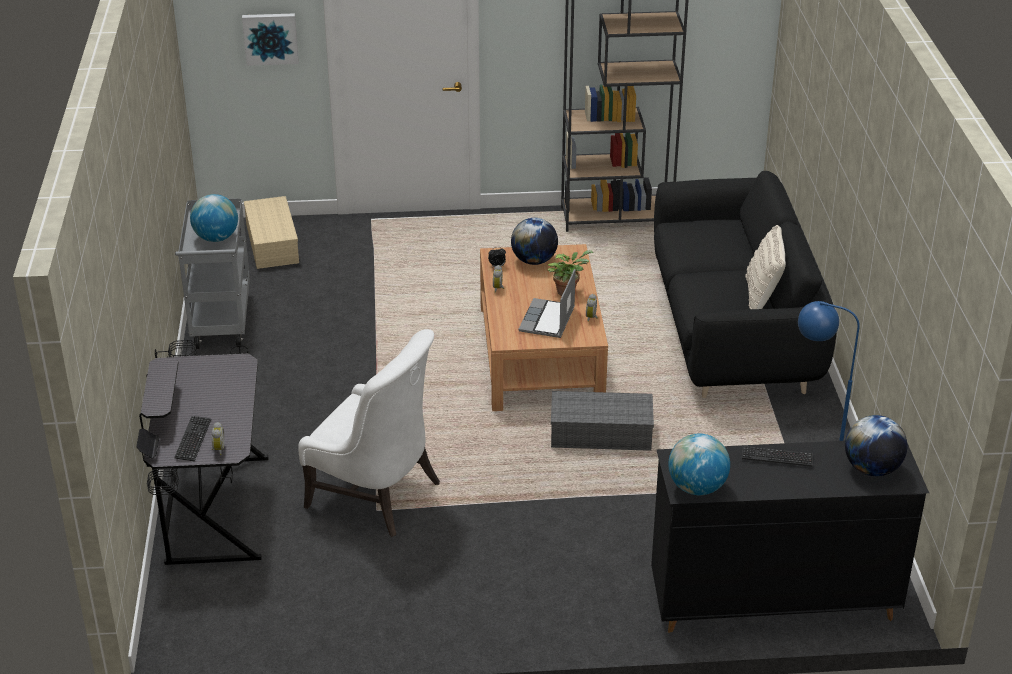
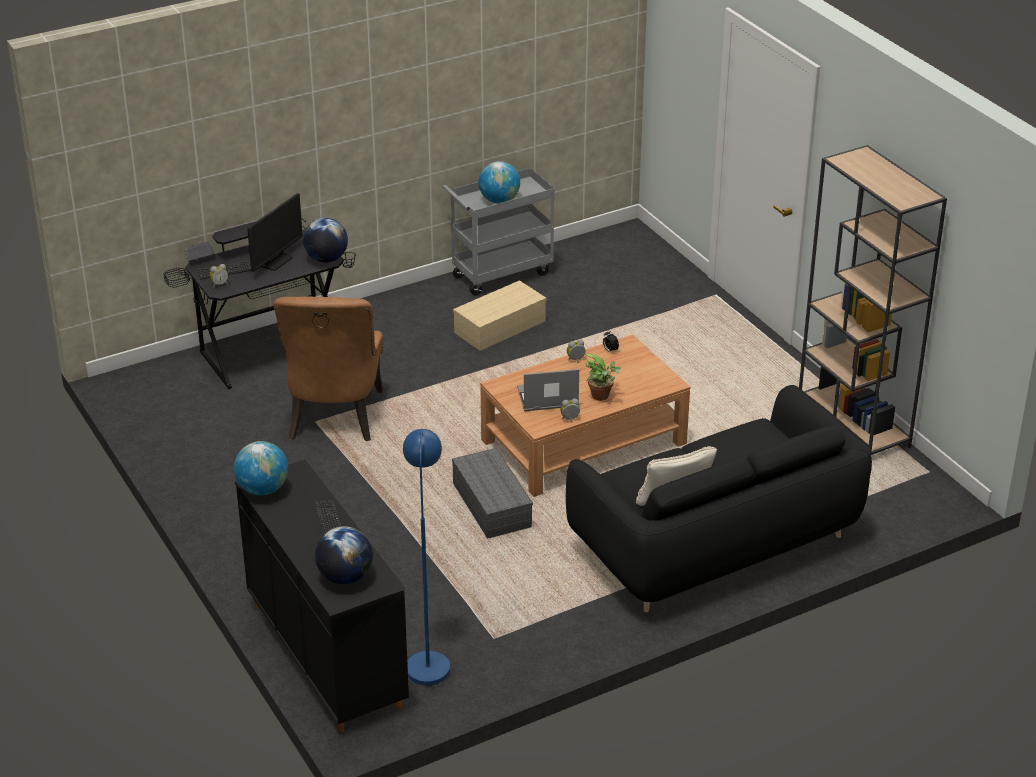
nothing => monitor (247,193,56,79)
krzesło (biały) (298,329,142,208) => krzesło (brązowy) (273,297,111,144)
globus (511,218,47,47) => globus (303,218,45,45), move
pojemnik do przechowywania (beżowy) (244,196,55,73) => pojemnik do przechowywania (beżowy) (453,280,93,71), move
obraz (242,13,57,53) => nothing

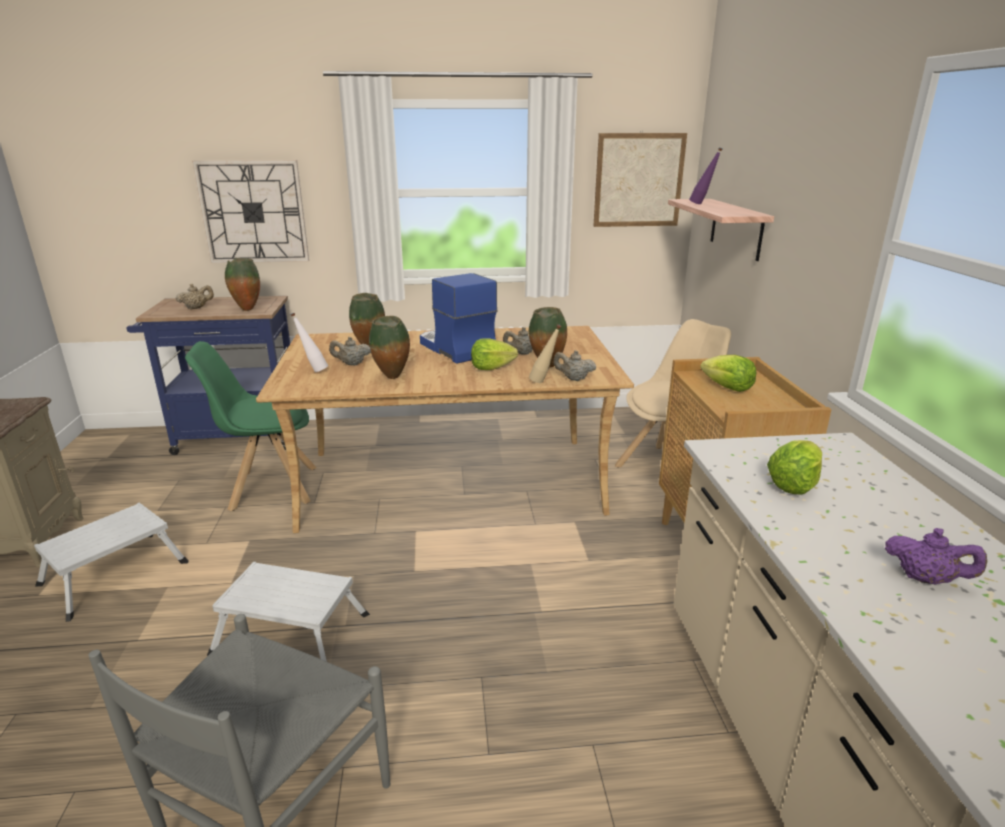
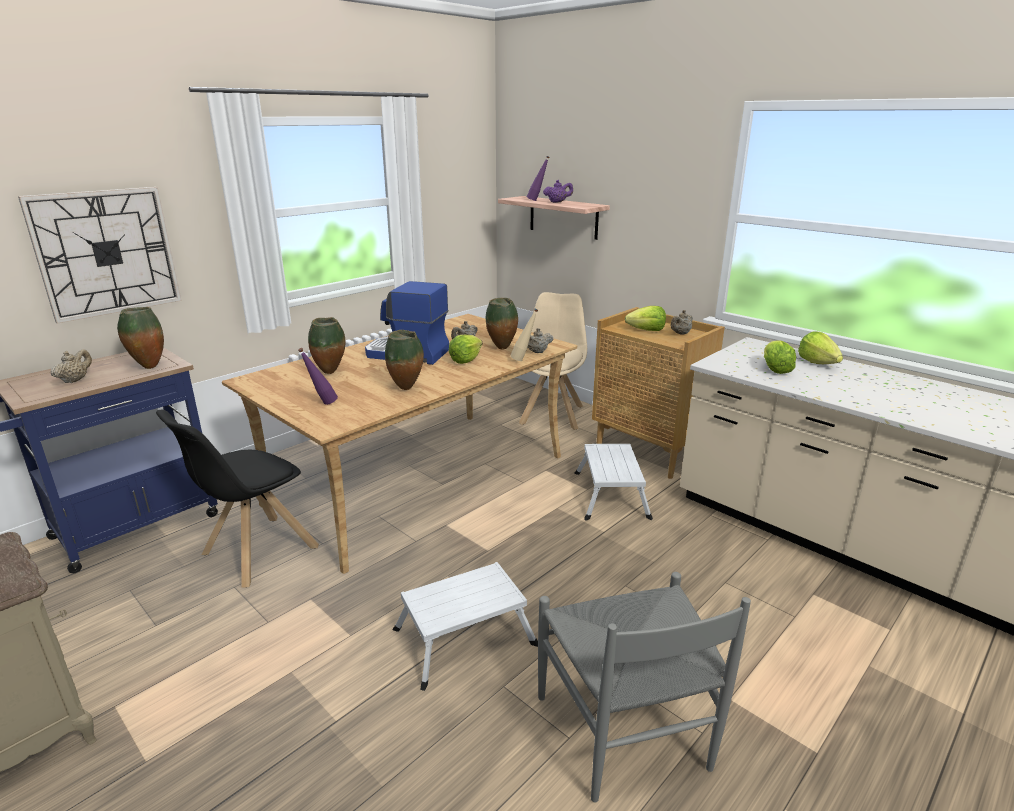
krzesło (zielony) (185,341,132,170) => krzesło (czarny) (156,410,163,178)
butelka (biały) (290,313,38,59) => butelka (fioletowy) (298,348,40,57)
imbryk (fioletowy) (885,528,102,56) => imbryk (fioletowy) (543,180,30,23), move
drabinka (biały) (34,503,155,119) => drabinka (biały) (574,444,79,77), move
imbryk (beżowy) (329,337,42,29) => imbryk (beżowy) (671,310,22,25), move
nothing => sałata (798,331,45,33)
obraz (594,132,93,95) => nothing

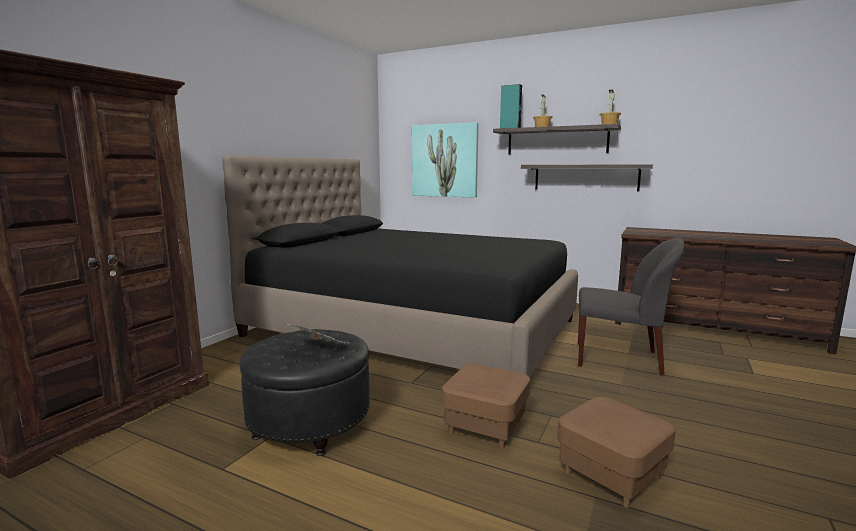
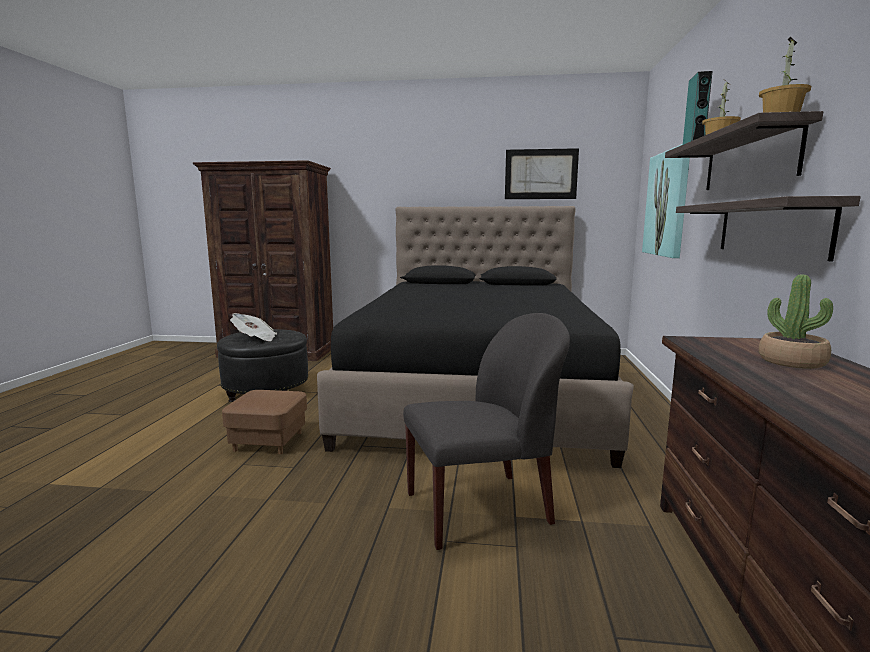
krzesło (szary) (578,238,106,138) => krzesło (szary) (403,313,167,237), 105 degrees counterclockwise
nothing => obraz (505,148,74,51)
nothing => roślina doniczkowa (759,275,74,94)
pufa (brązowy) (557,397,119,111) => nothing

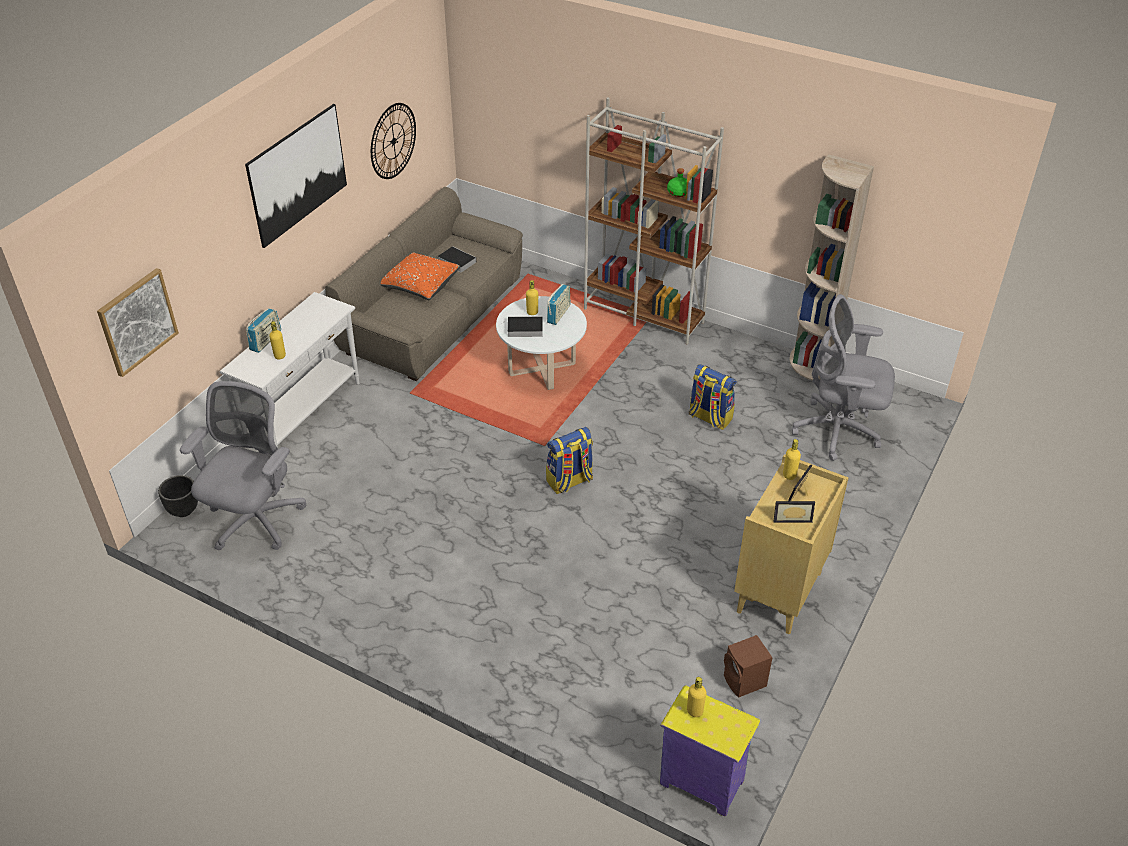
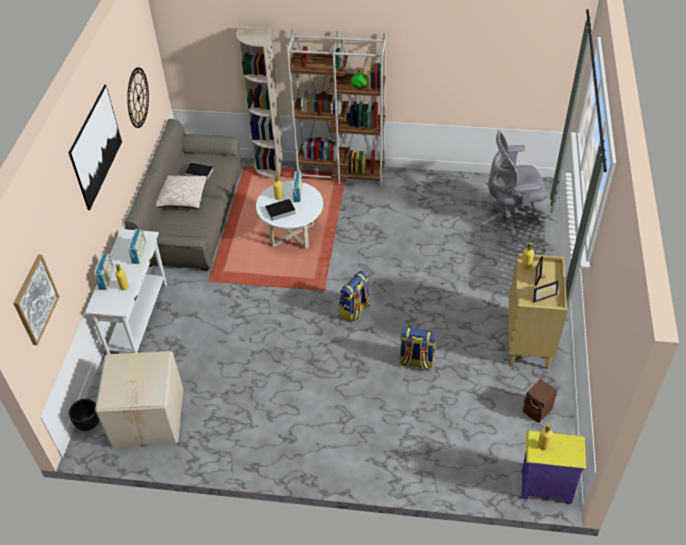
krzesło biurowe (szary) (180,381,126,169) => karton (95,351,88,96)
nothing => radio (128,229,18,35)
poduszka (pomarańczowy) (381,252,79,48) => poduszka (beżowy) (156,175,51,34)
regał (beżowy) (790,154,84,227) => regał (beżowy) (236,26,48,152), move
plecak (689,364,47,66) => plecak (399,327,38,44), move

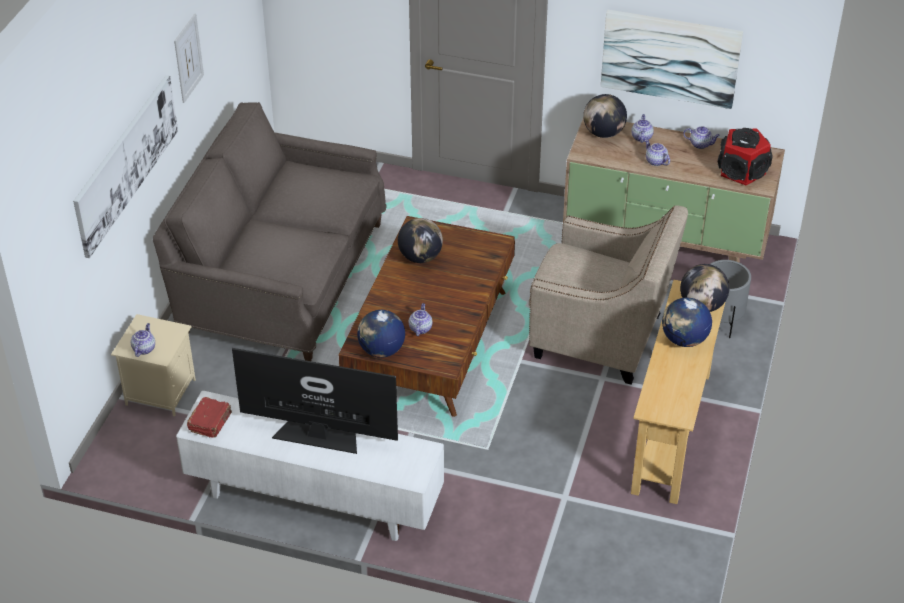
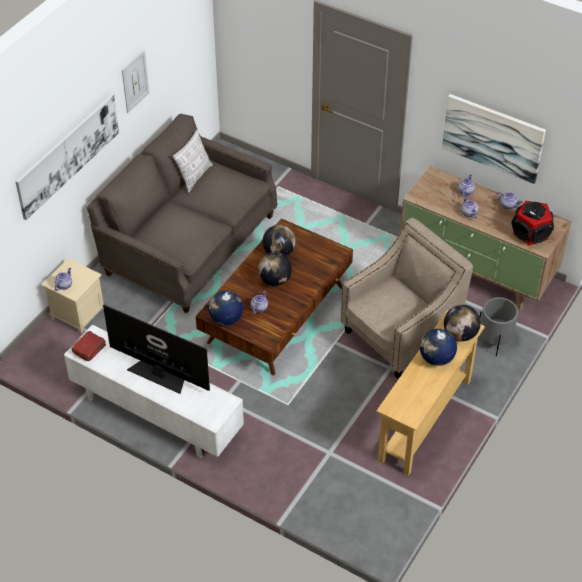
nothing => poduszka (173,130,40,63)
globus (583,94,44,44) => globus (258,252,34,34), move
fotel (beżowy) (528,205,160,180) => fotel (beżowy) (341,218,132,160), 75 degrees counterclockwise

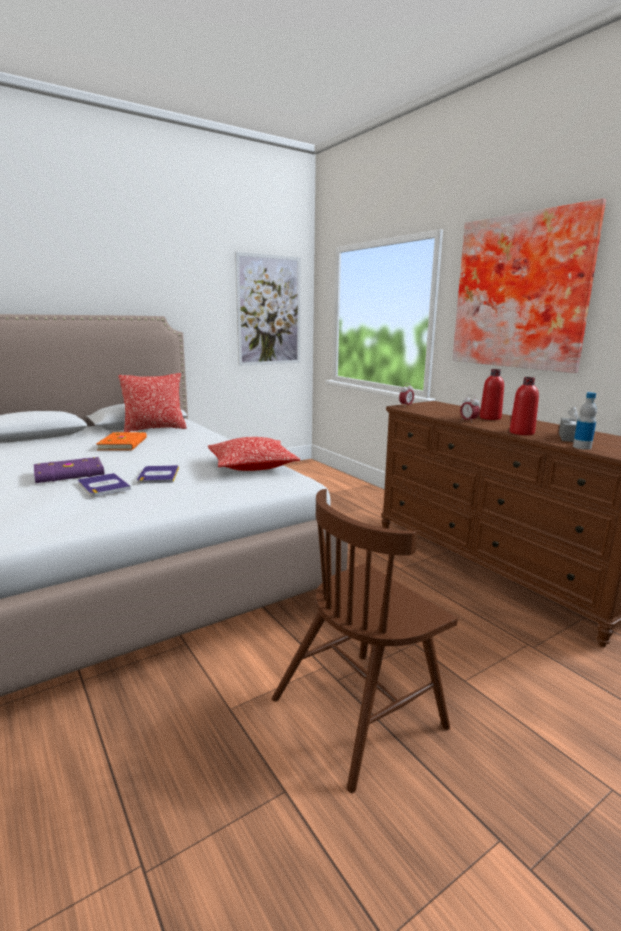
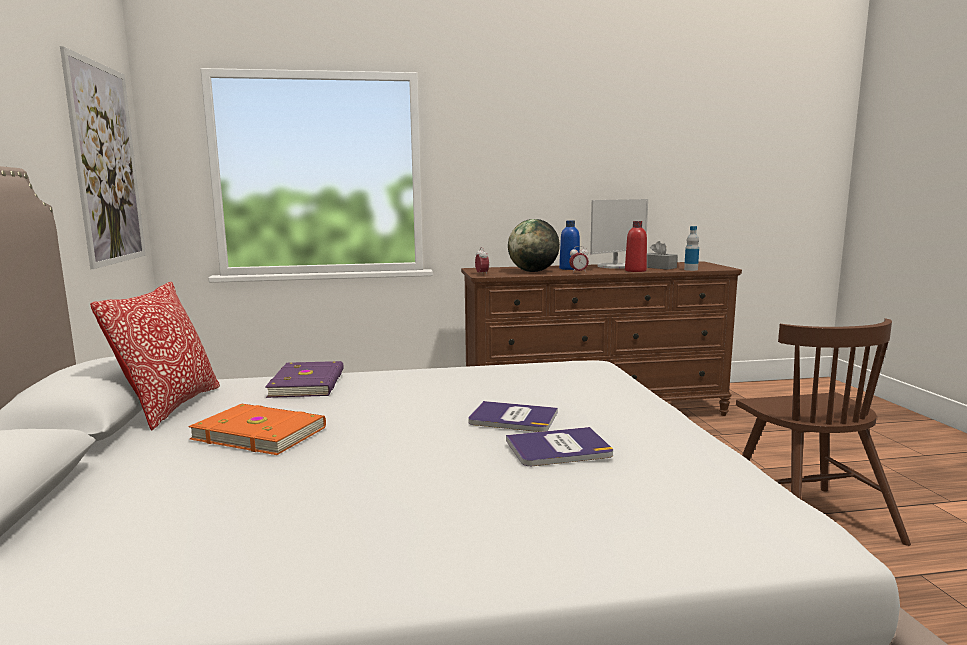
książka (fioletowy) (34,457,70,26) => książka (fioletowy) (265,361,79,37), move
nothing => globus (508,219,52,53)
butelka (czerwony) (480,369,24,51) => butelka (niebieski) (559,220,21,50)
nothing => monitor (590,199,58,70)
poduszka (208,437,92,34) => nothing
obraz (452,198,154,175) => nothing

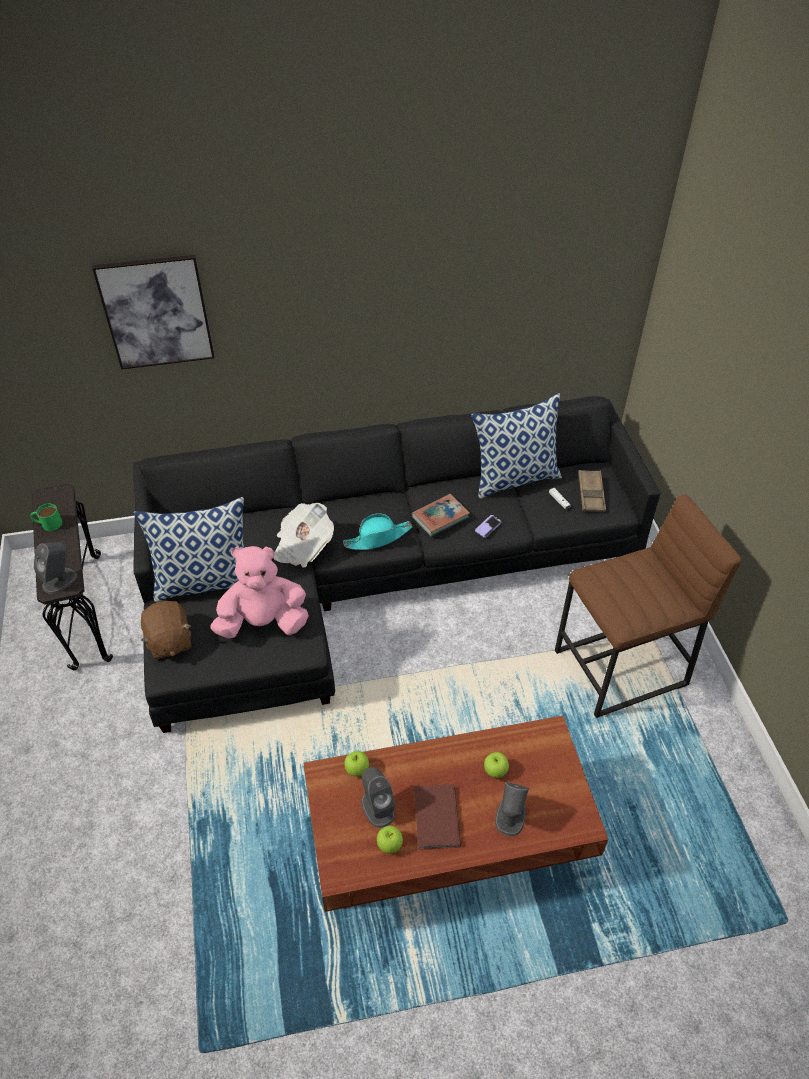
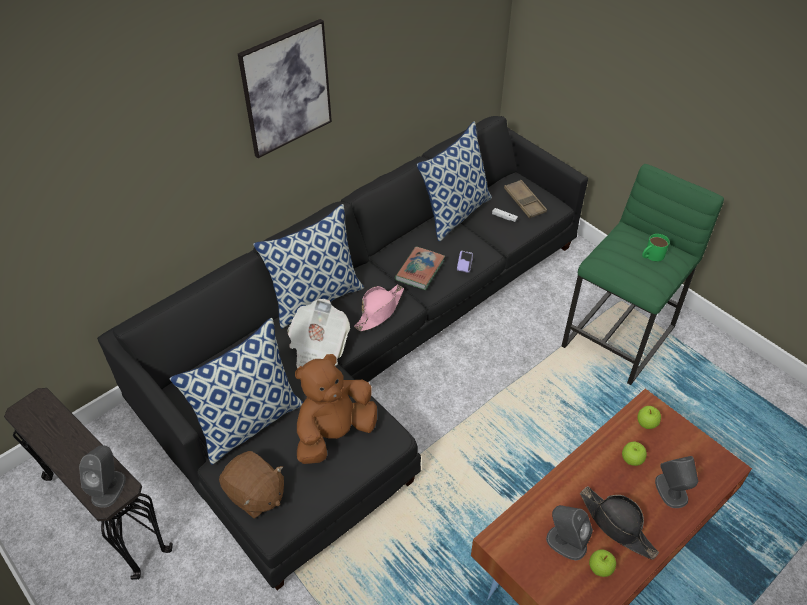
obraz (92,255,123,115) => obraz (238,19,94,139), move
nothing => poduszka (253,204,111,125)
pluszak (różowy) (210,546,99,93) => pluszak (brązowy) (295,354,82,110)
kapelusz (turkusowy) (343,513,70,37) => kapelusz (różowy) (354,285,50,46)
stołek (brązowy) (555,494,187,224) => stołek (zielony) (562,164,162,221)
książka (brązowy) (414,784,47,66) => kapelusz (czarny) (580,486,79,74)
jabłko (344,751,25,25) => jabłko (637,406,24,23), move
kubek (zielony) (30,504,32,27) => kubek (zielony) (642,234,28,27), move

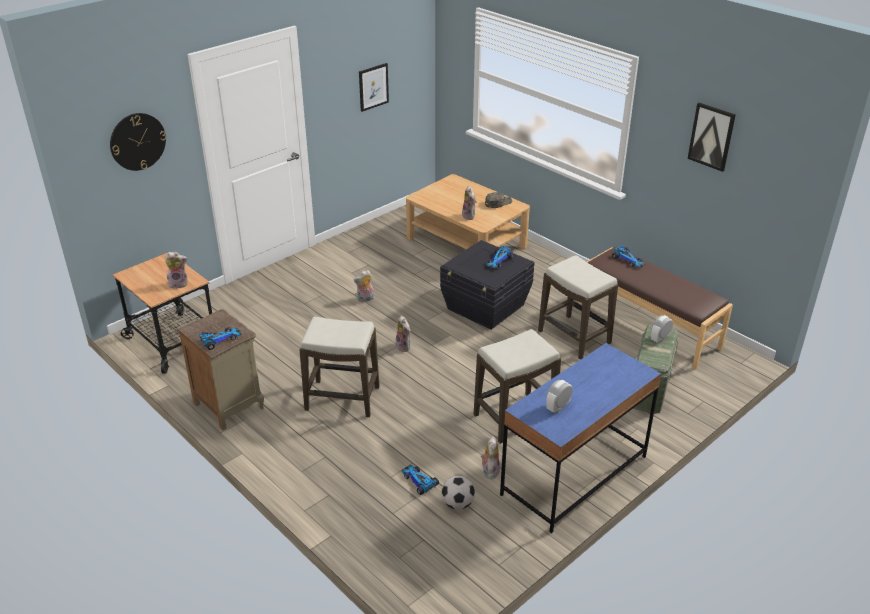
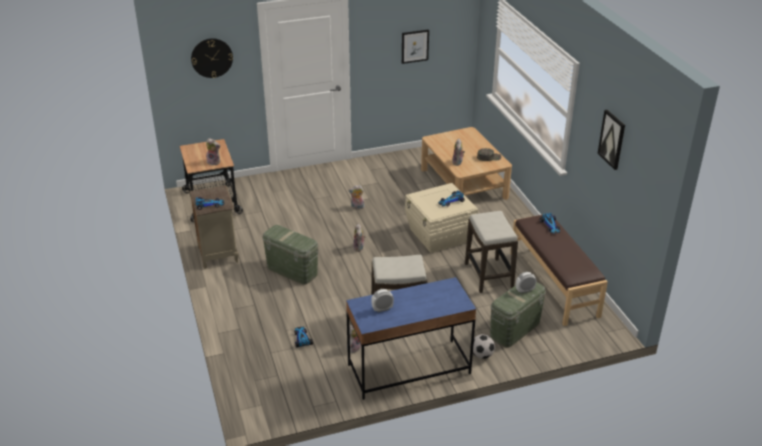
stołek (299,317,81,100) => pojemnik do przechowywania (zielony) (262,225,57,60)
pojemnik do przechowywania (czarny) (440,240,95,90) => pojemnik do przechowywania (beżowy) (405,183,73,70)
piłka futbolowa (441,476,34,34) => piłka futbolowa (473,334,22,25), move

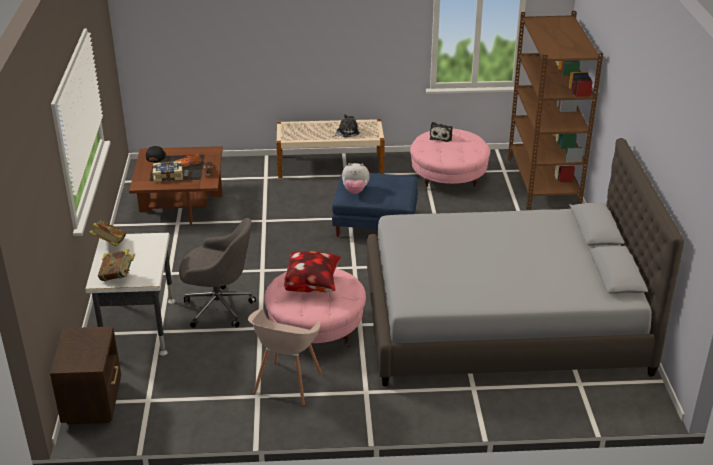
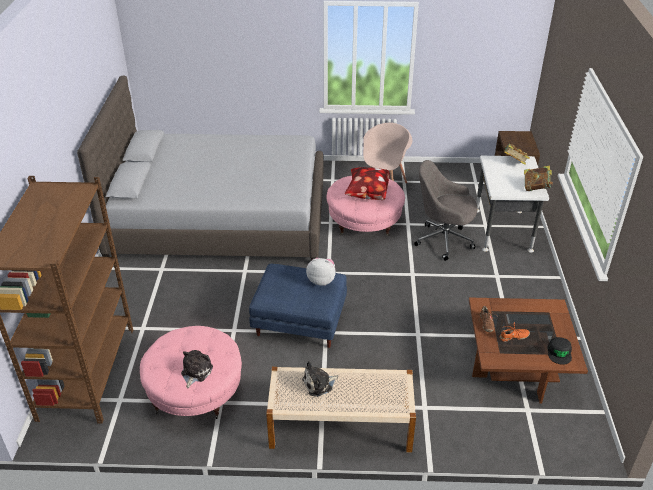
książka (153,161,30,21) => nothing

